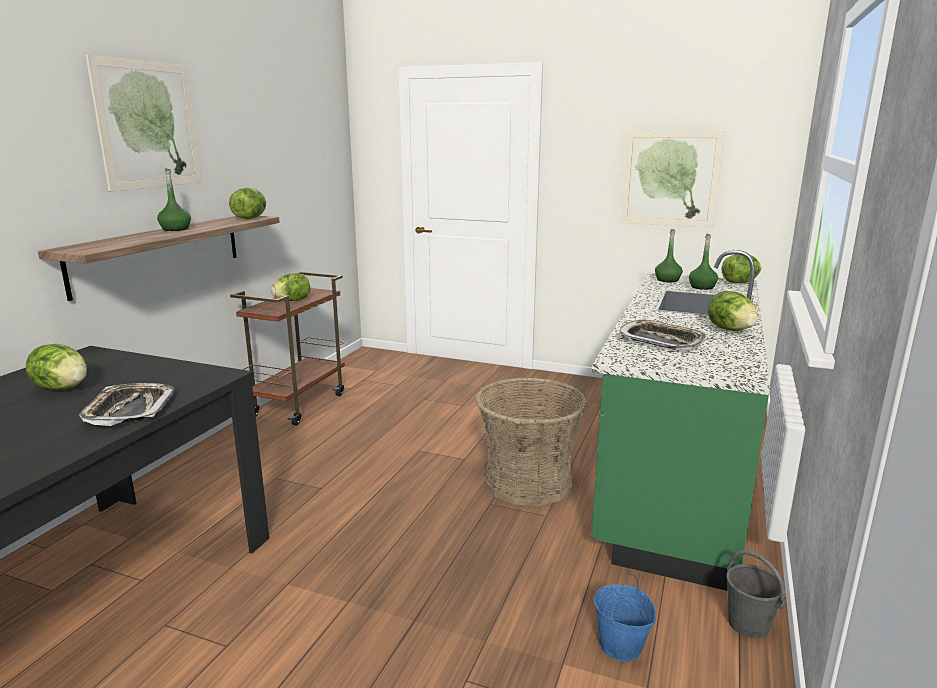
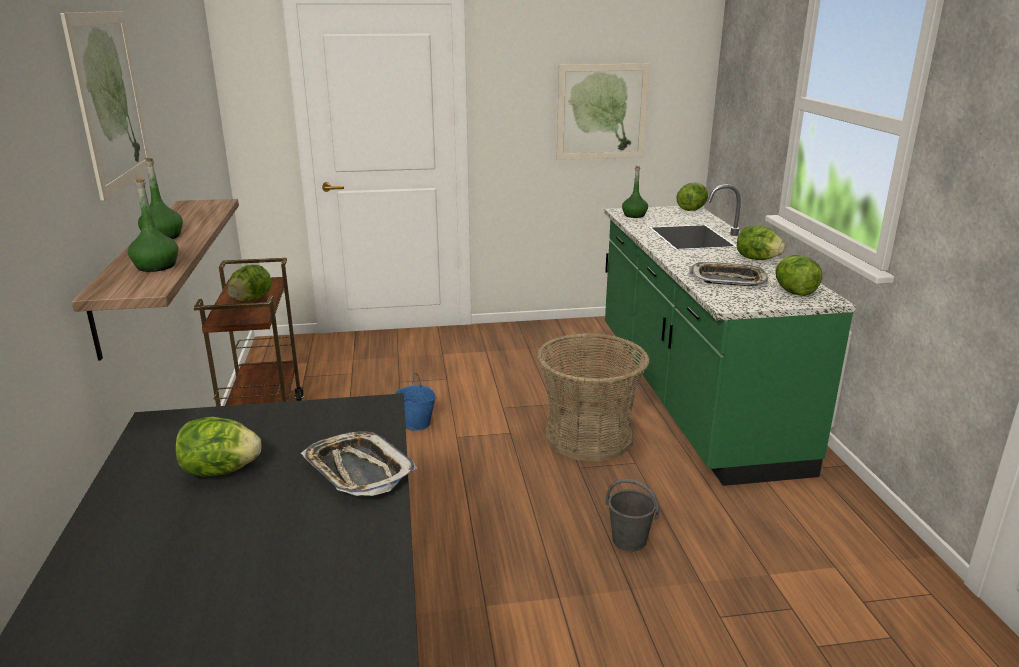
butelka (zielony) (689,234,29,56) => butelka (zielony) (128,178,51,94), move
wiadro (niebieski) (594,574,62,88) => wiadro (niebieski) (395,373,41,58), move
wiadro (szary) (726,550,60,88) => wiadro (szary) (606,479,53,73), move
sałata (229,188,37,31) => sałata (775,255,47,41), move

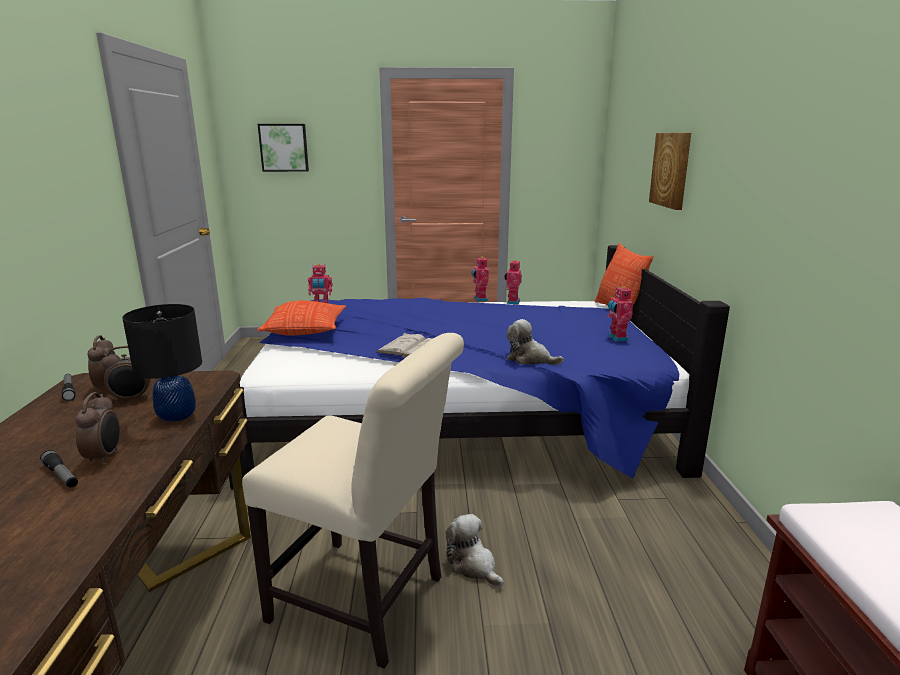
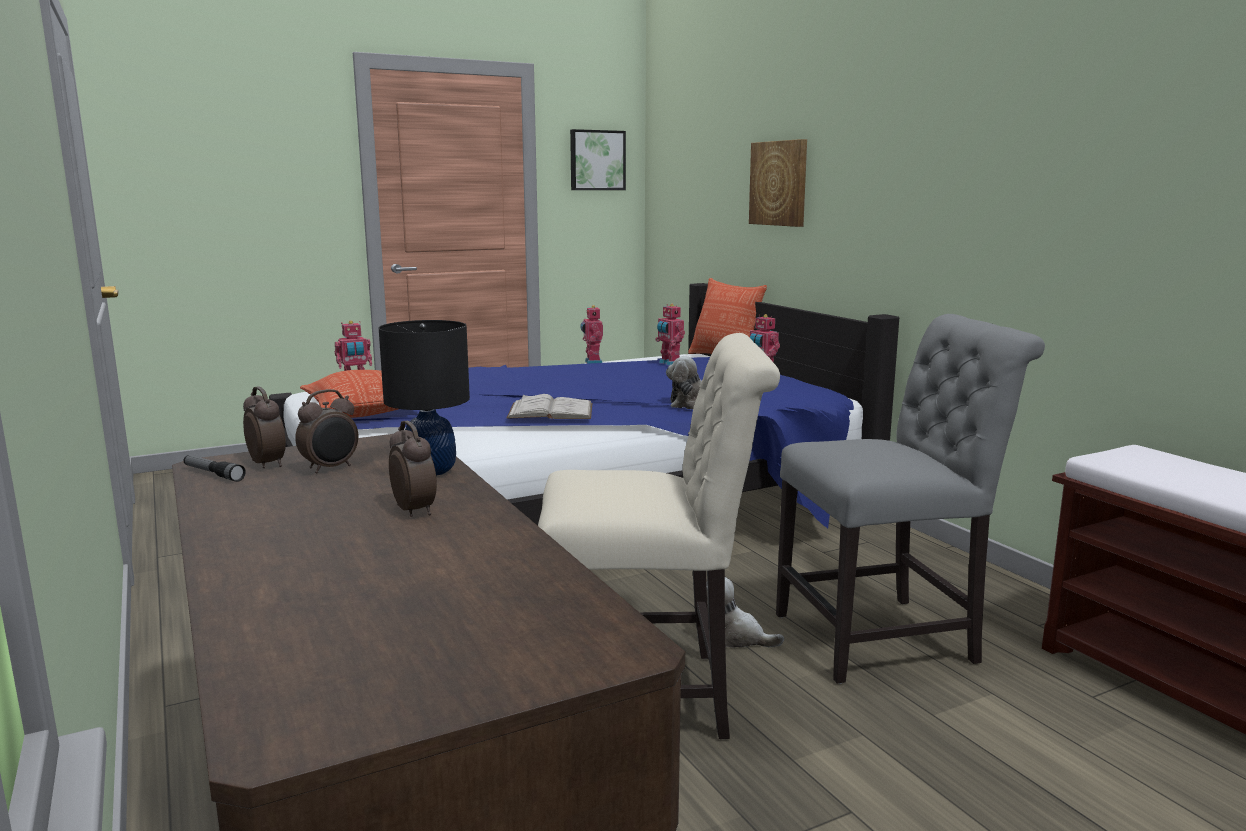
obraz (258,124,51,48) => obraz (570,129,56,61), move
robot zabawkowy (471,256,18,46) => robot zabawkowy (655,304,30,61), move
nothing => krzesło (szary) (776,314,269,370)
latarka (40,450,38,38) => nothing

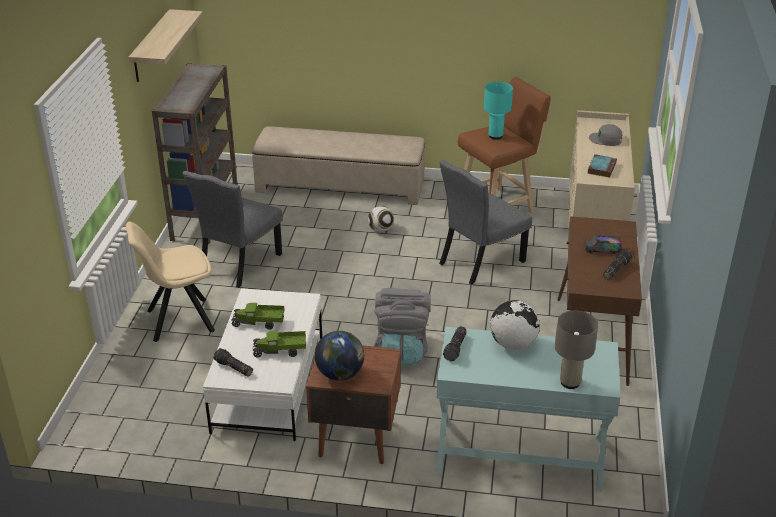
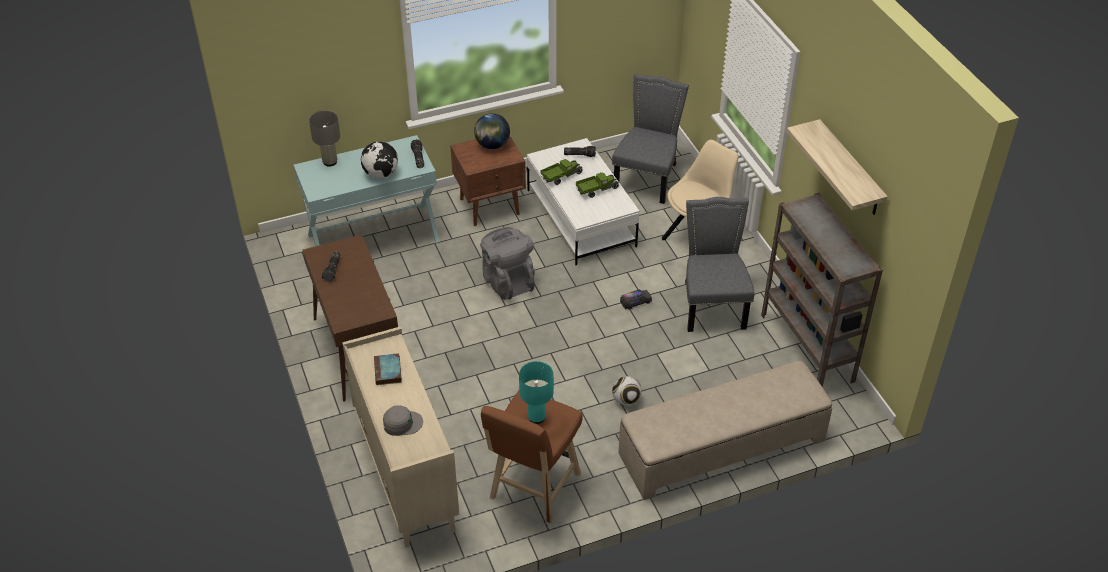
krzesło (szary) (439,160,93,124) => krzesło (szary) (612,74,77,130), move
ciężarówka zabawkowa (585,235,37,20) => ciężarówka zabawkowa (620,289,32,21), move

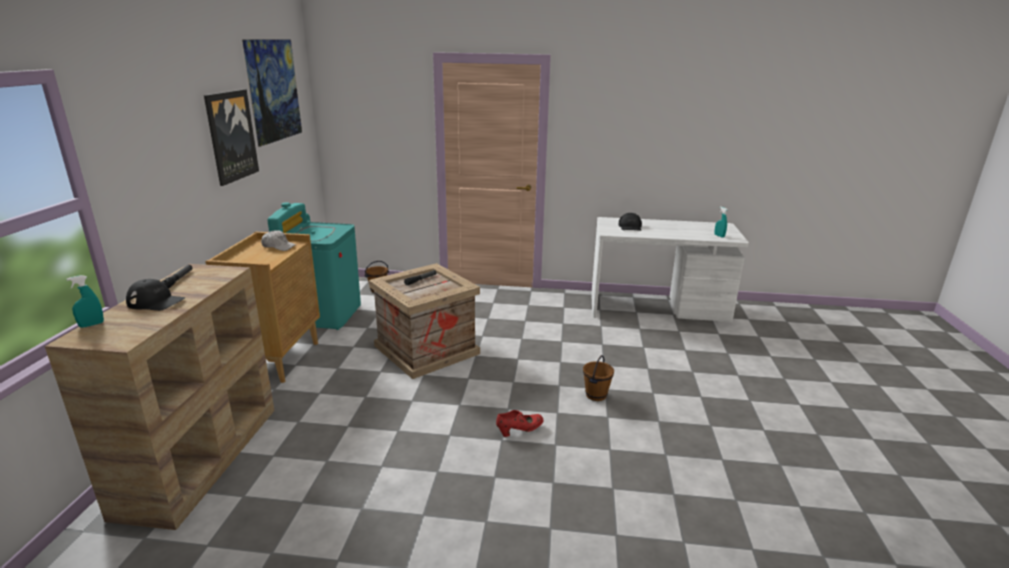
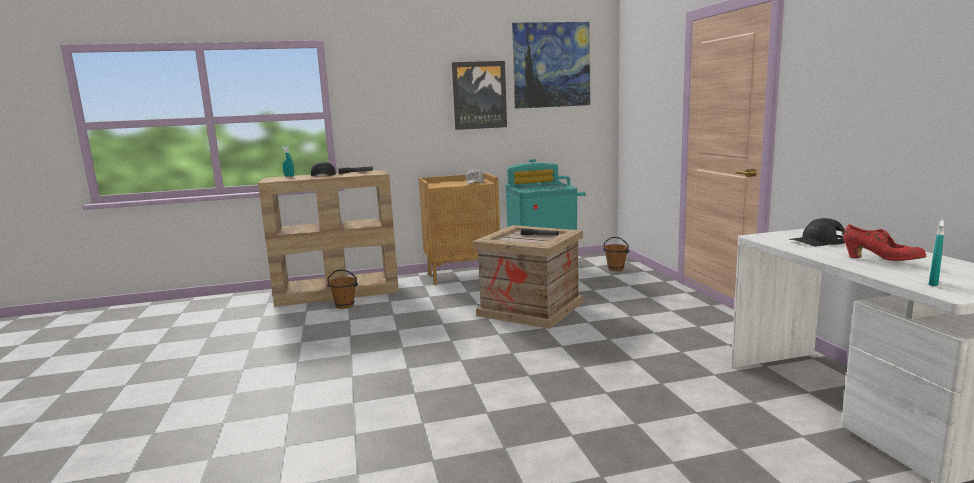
wiadro (brązowy) (583,355,31,46) => wiadro (brązowy) (327,270,31,39), move
but (czerwony) (496,410,48,27) => but (czerwony) (843,224,83,37), move

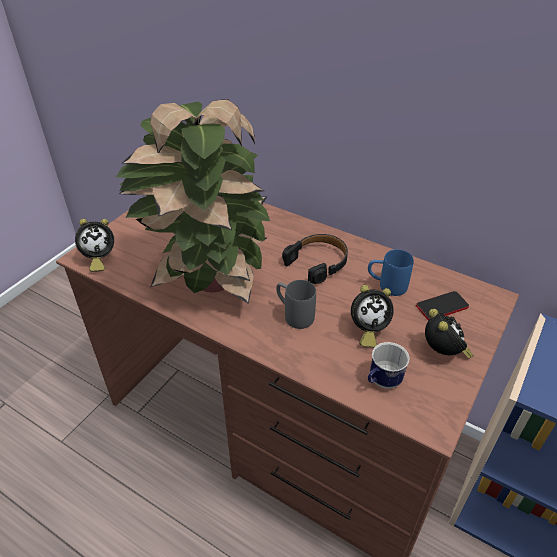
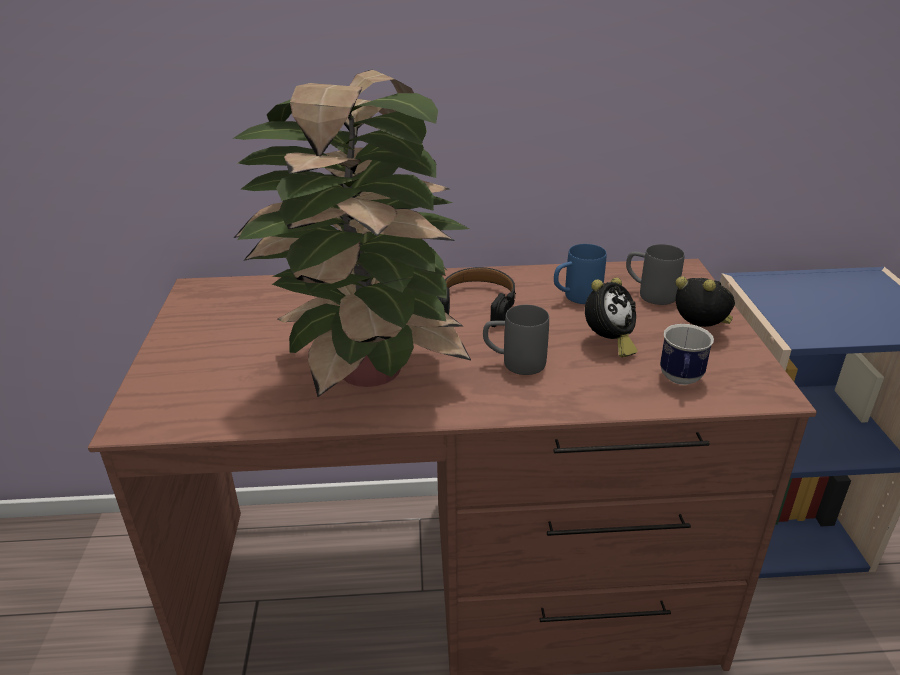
telefon (416,291,53,29) => kubek (szary) (626,244,59,61)
budzik (75,219,39,53) => nothing

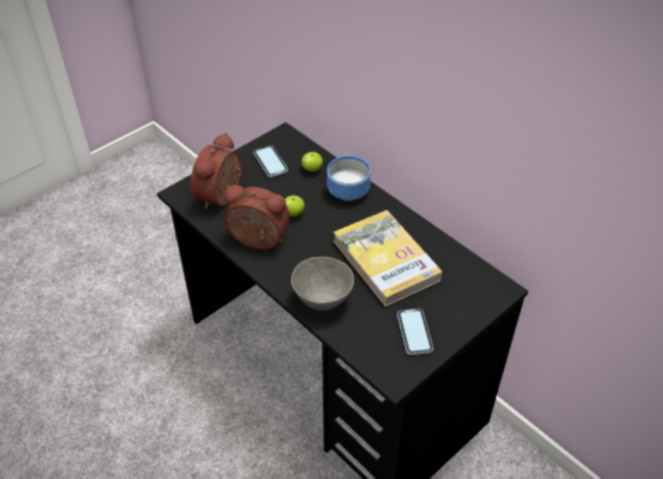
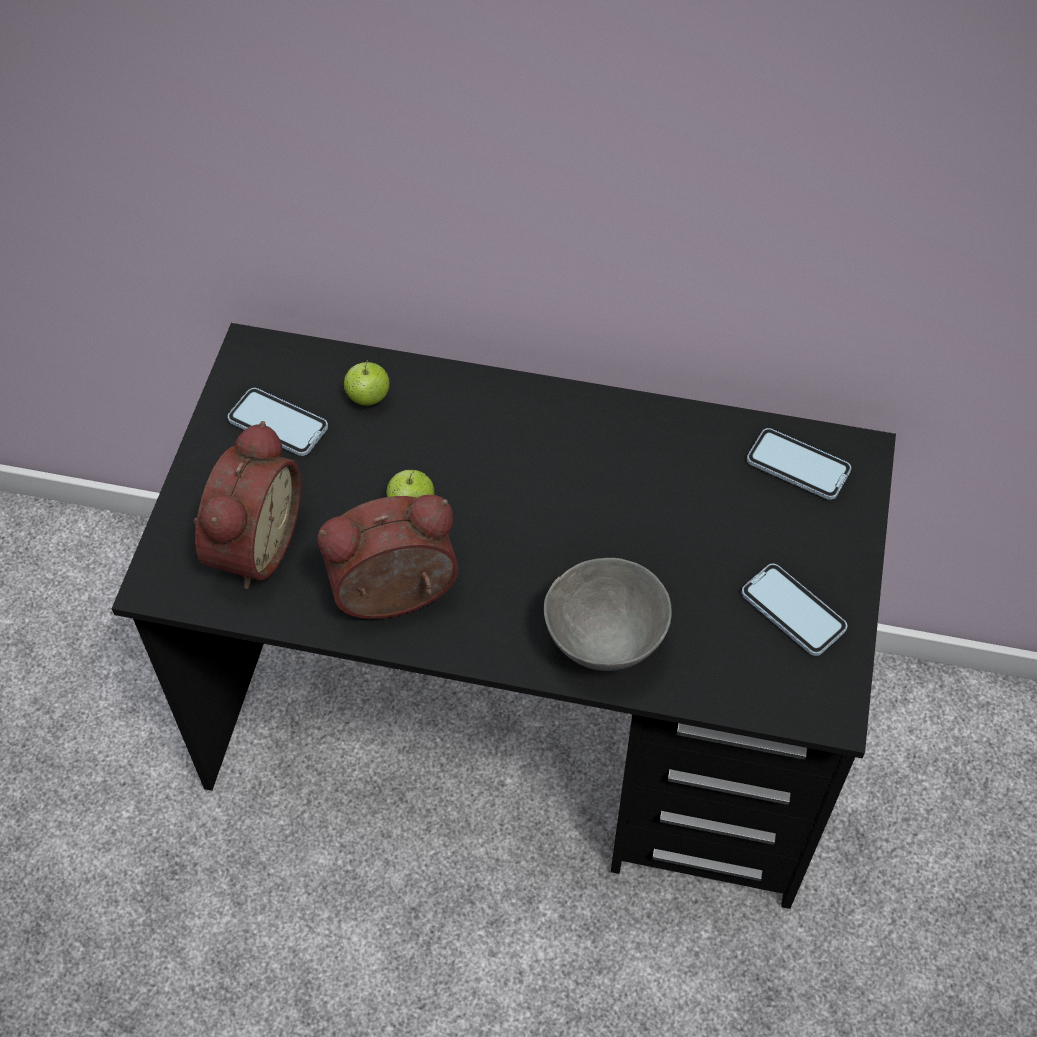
budzik (191,133,51,77) => budzik (194,421,107,168), 150 degrees counterclockwise
nothing => telefon (747,428,104,72)
miska (327,156,44,45) => nothing
książka (333,210,109,97) => nothing

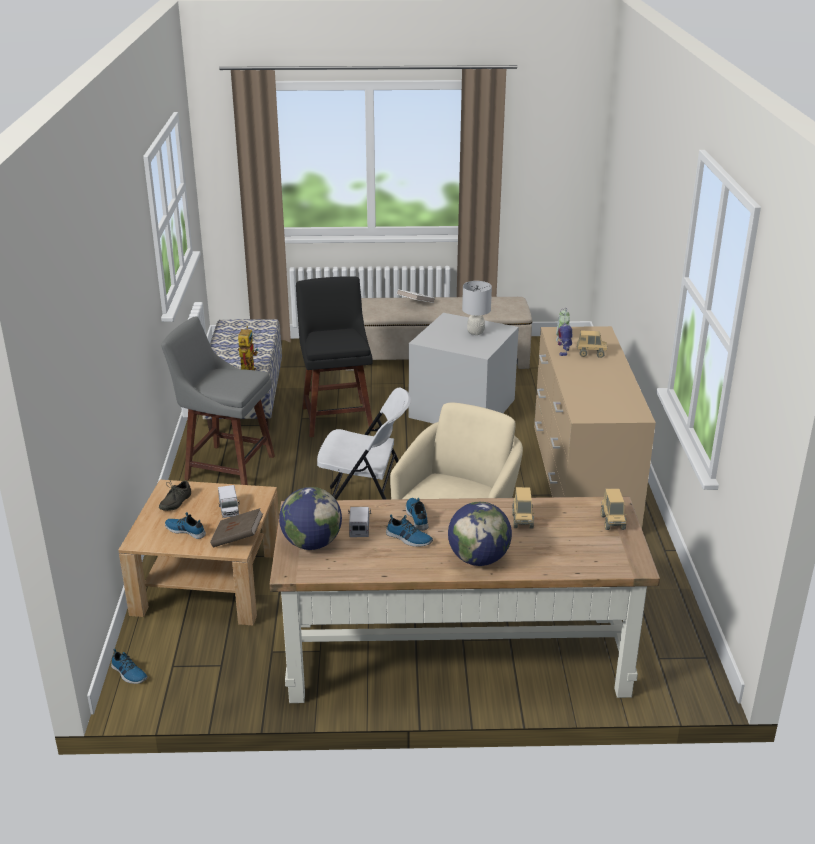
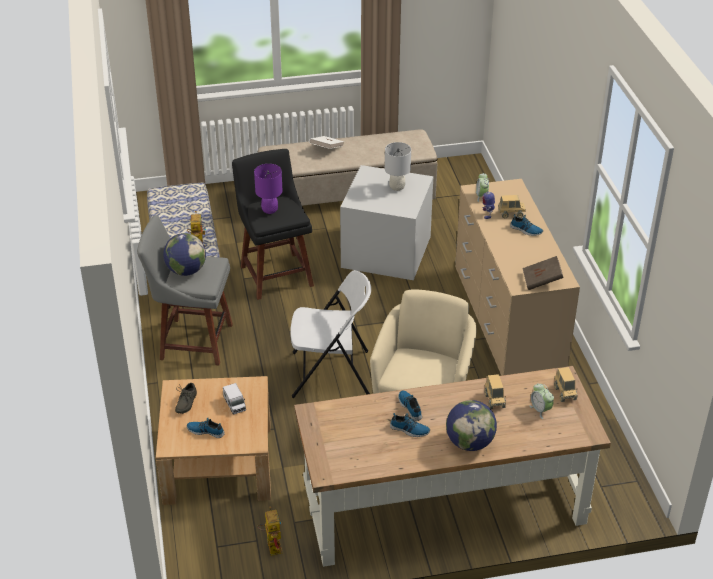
globus (279,487,63,63) => globus (163,233,43,43), move
nothing => lampa stołowa (fioletowy) (254,164,29,50)
nothing => robot zabawkowy (258,507,25,49)
but (111,649,37,35) => but (510,214,33,22), move
książka (brązowy) (210,508,53,39) => książka (brązowy) (522,256,42,34), move
nothing => budzik (529,383,25,36)
ciężarówka zabawkowa (348,507,23,30) => nothing

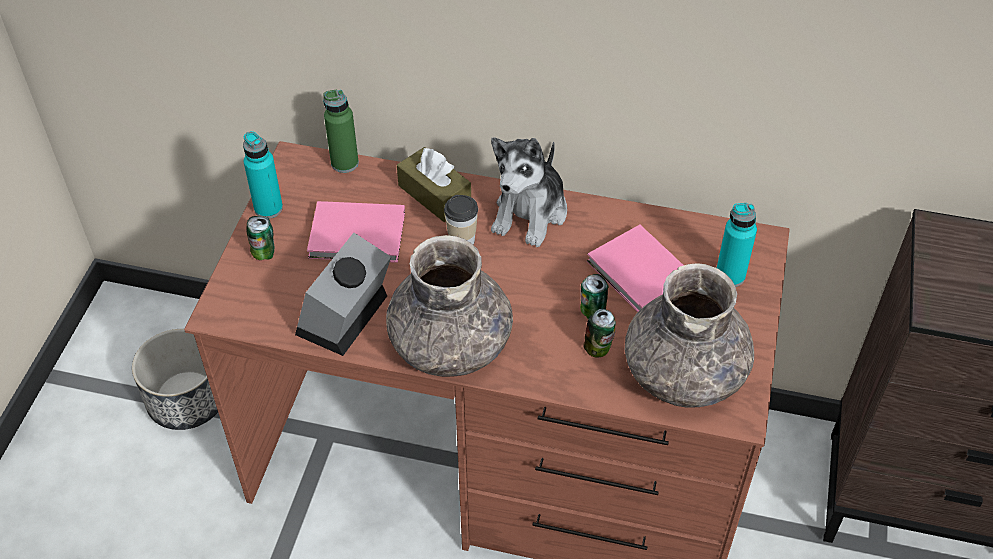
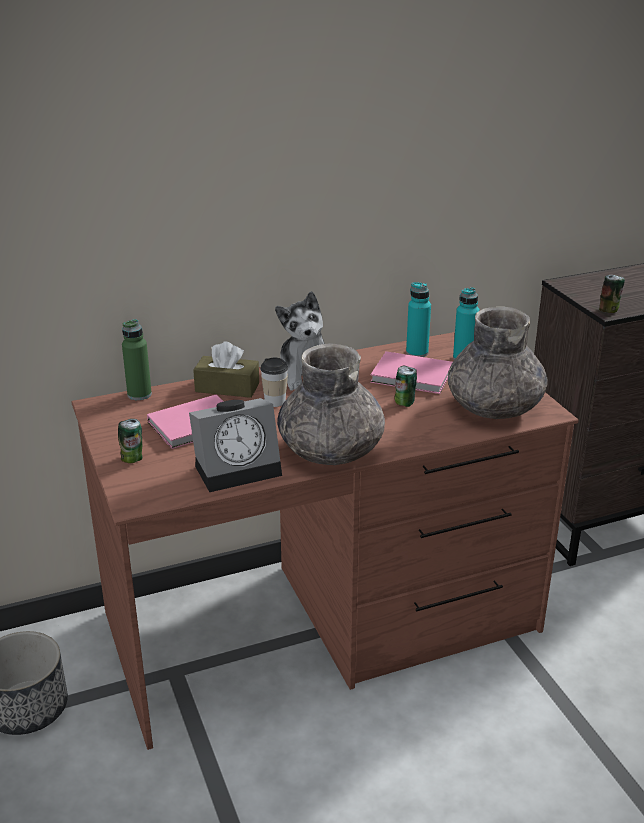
budzik (295,233,96,123) => budzik (189,398,93,94), 105 degrees counterclockwise
butelka (turkusowy) (243,131,40,87) => butelka (turkusowy) (406,282,25,75), move
puszka (583,309,33,48) => puszka (599,275,26,38), move

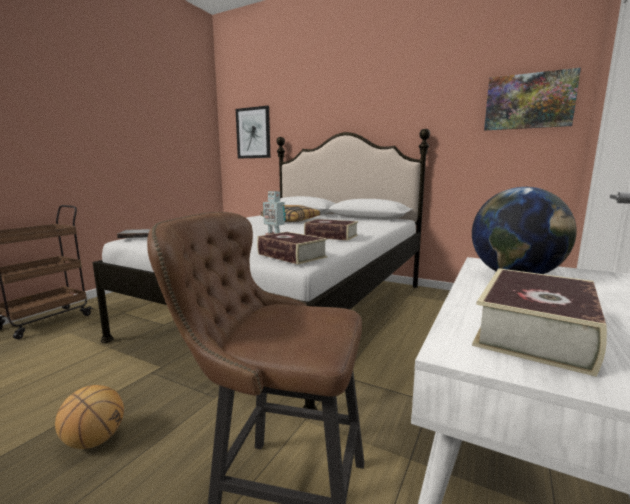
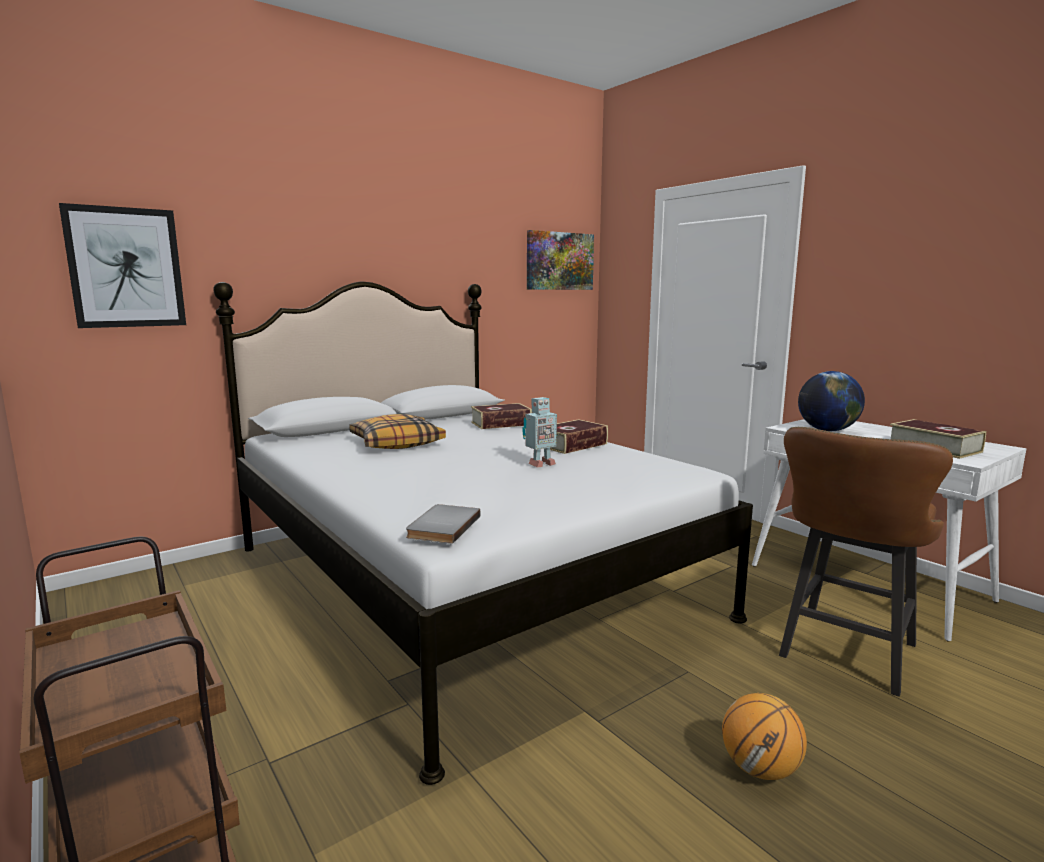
książka (257,232,71,32) => książka (471,403,61,26), move

